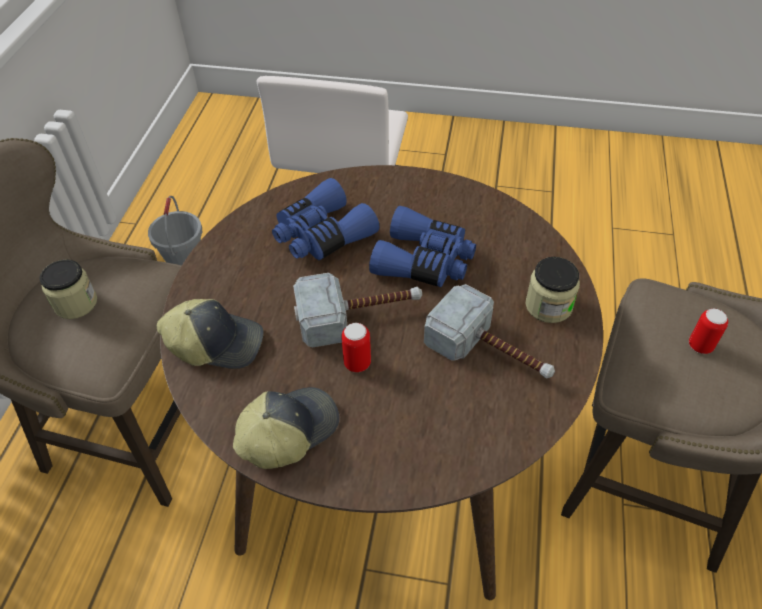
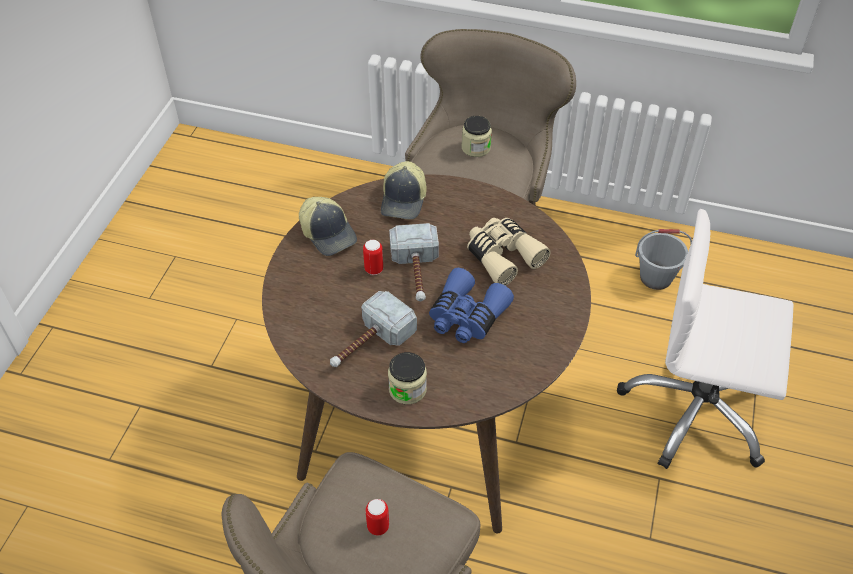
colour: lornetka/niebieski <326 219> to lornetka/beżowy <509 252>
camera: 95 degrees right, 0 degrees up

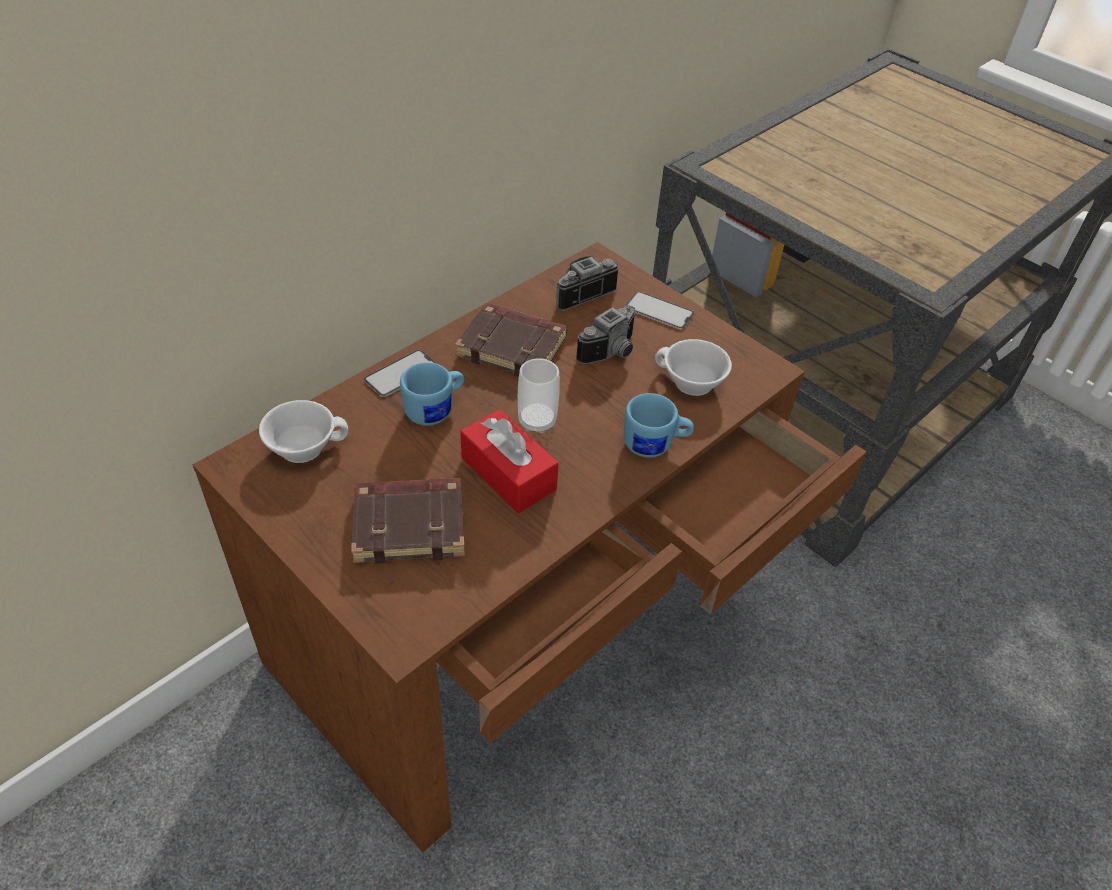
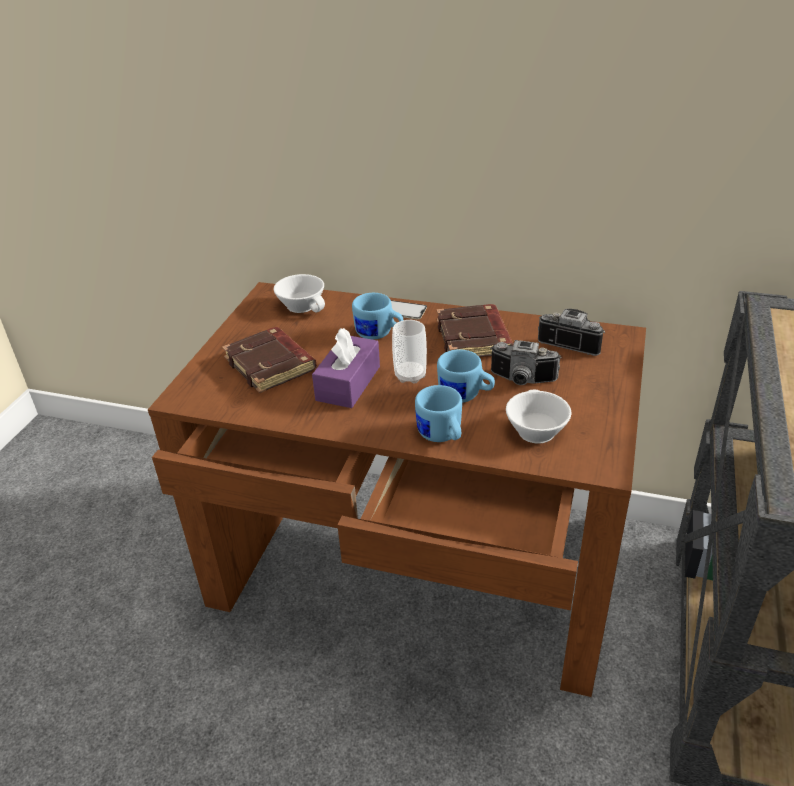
missing: telefon <659 310>
appeared: kubek/niebieski <466 376>
colour: pudełko chusteczek/czerwony <509 461> to pudełko chusteczek/fioletowy <346 368>
camera: 65 degrees right, 10 degrees down

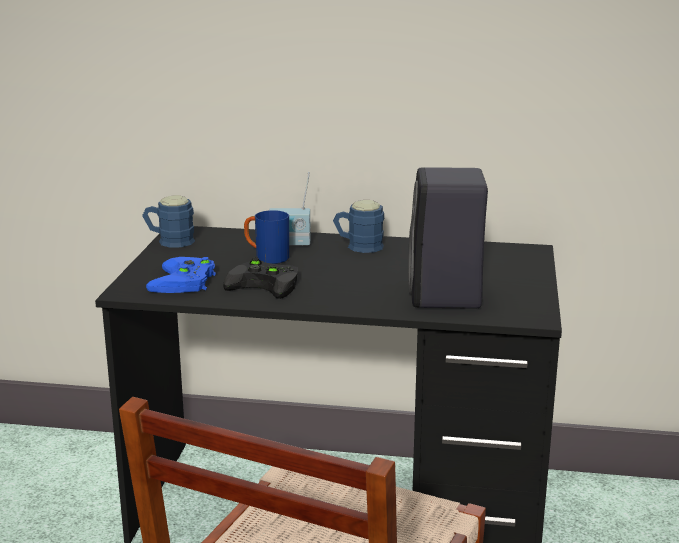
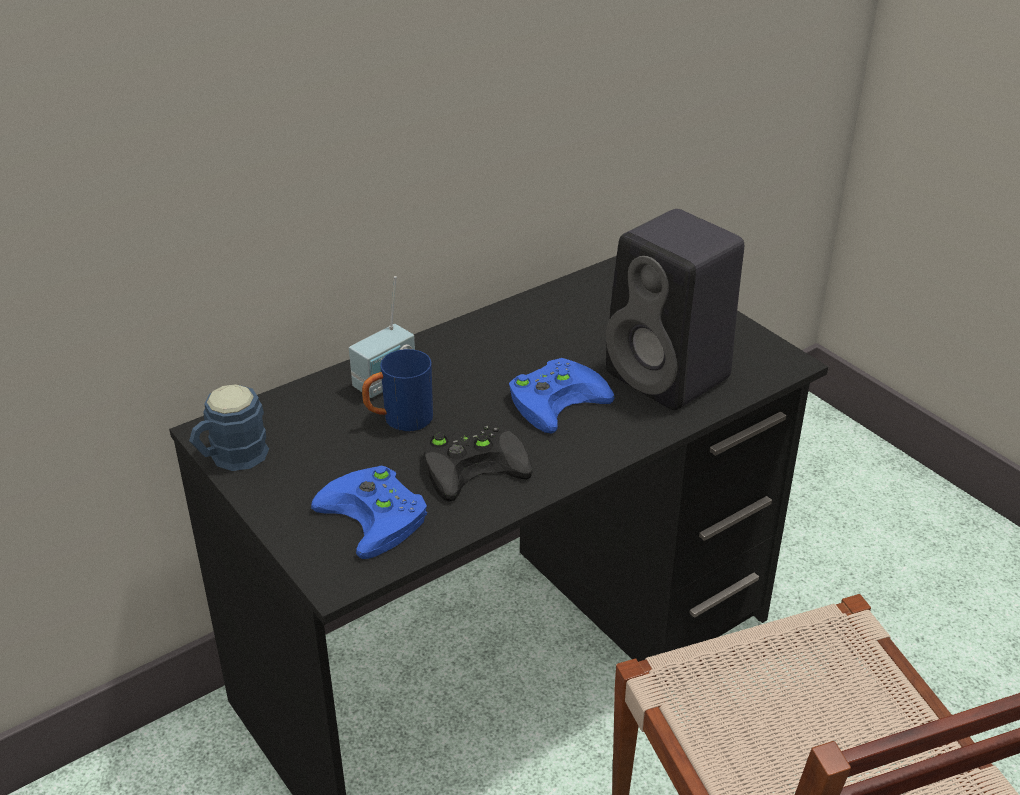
missing: kubek/niebieski <358 226>
appeared: pad do gier/niebieski <562 396>
camera: 45 degrees left, 15 degrees up

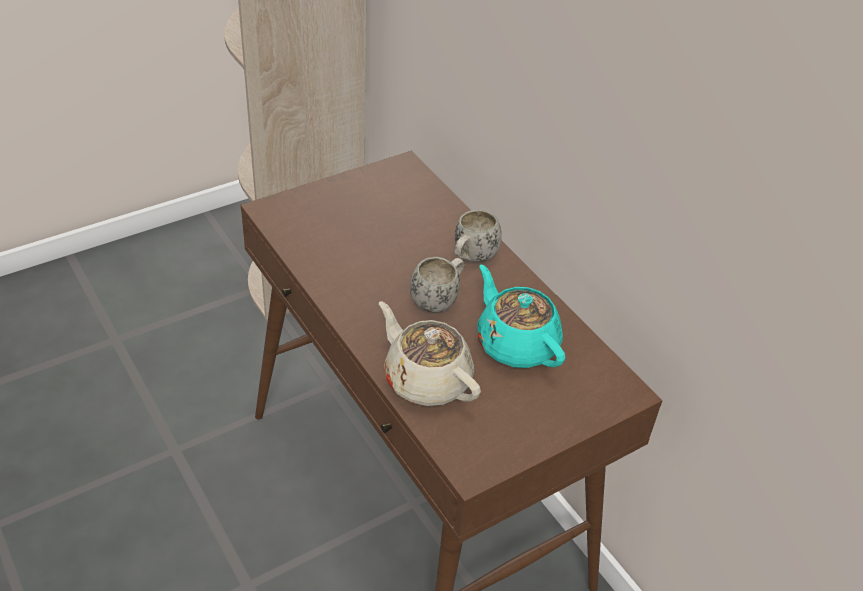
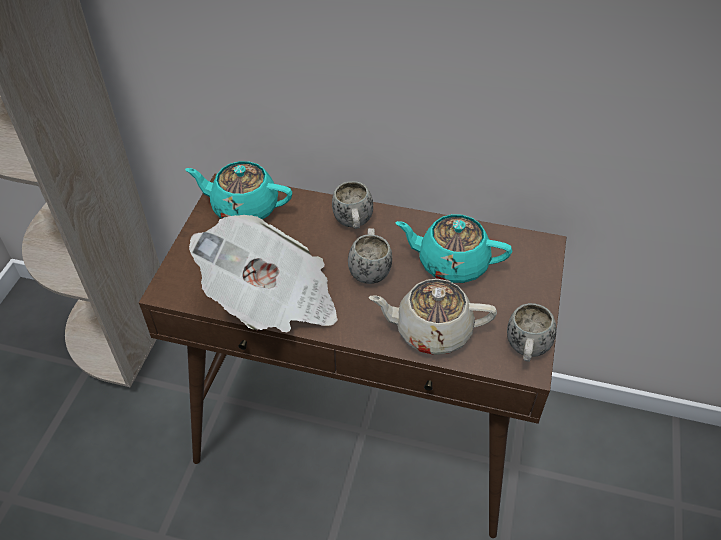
appeared: imbryk/turkusowy <238 190>; gazeta <263 274>; kubek/biały <532 332>
camera: 40 degrees left, 5 degrees up

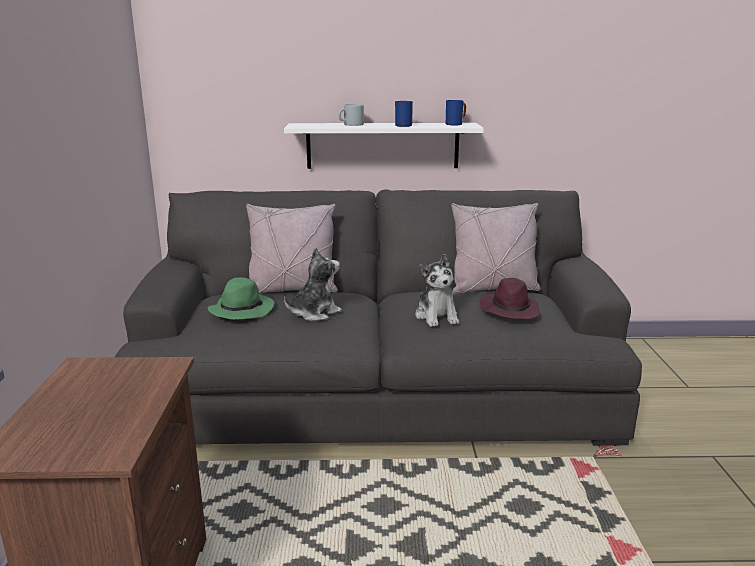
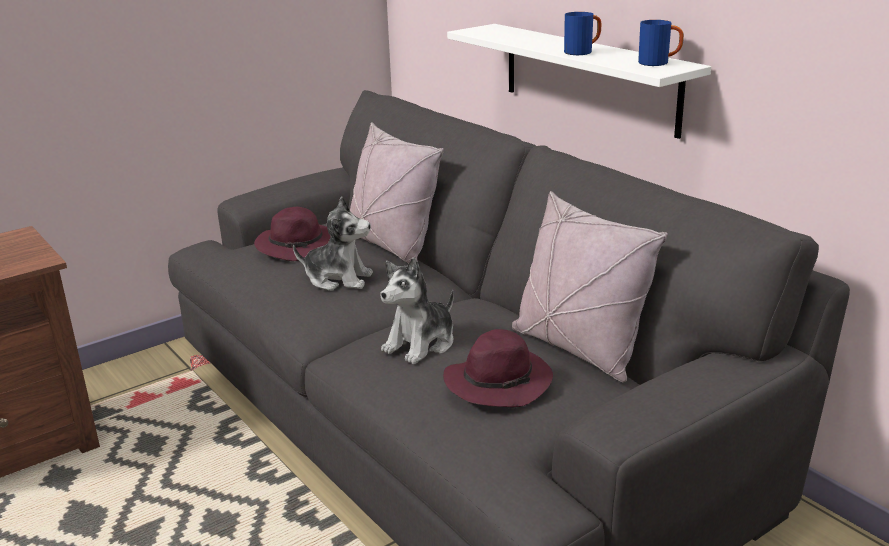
missing: kubek/szary <351 115>
colour: kapelusz/zielony <240 298> to kapelusz/fioletowy <292 233>
camera: 55 degrees right, 5 degrees up

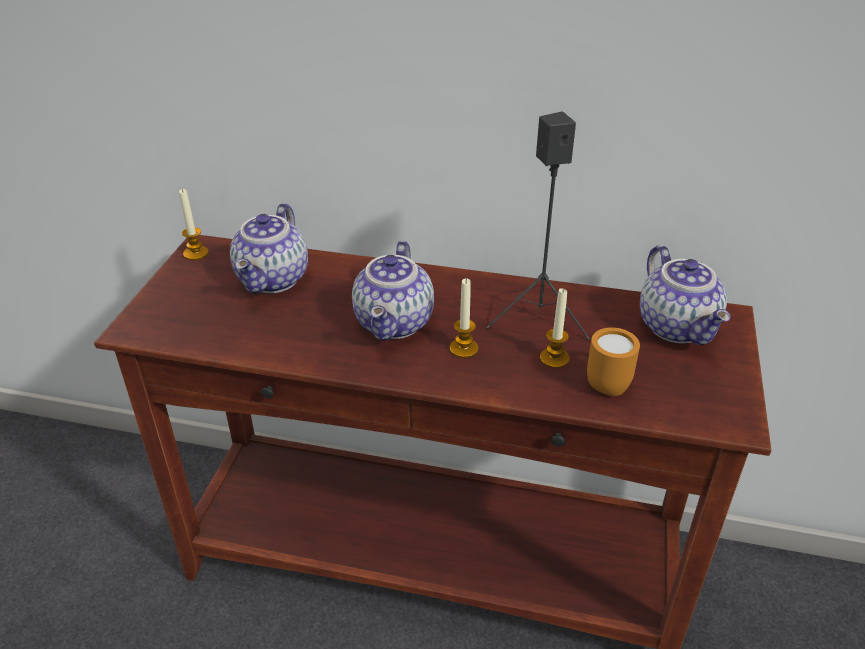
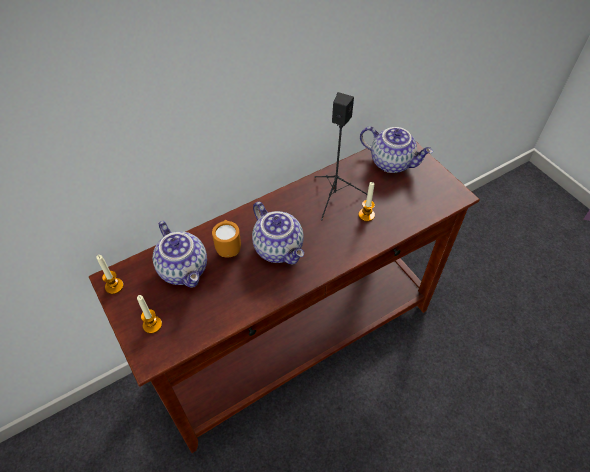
relocated: świeca <464 318> to <149 314>; kubek/pomarańczowy <613 362> to <226 238>
camera: 45 degrees left, 15 degrees up

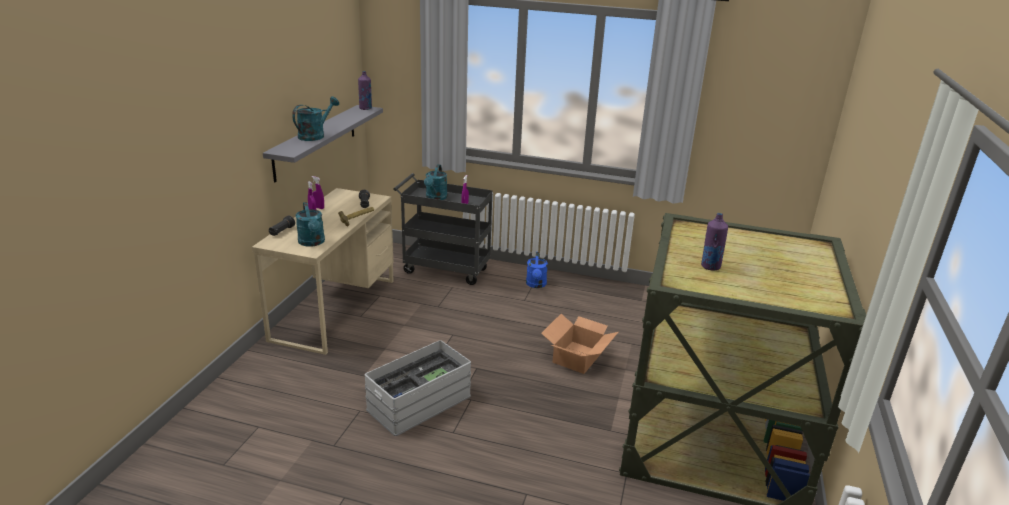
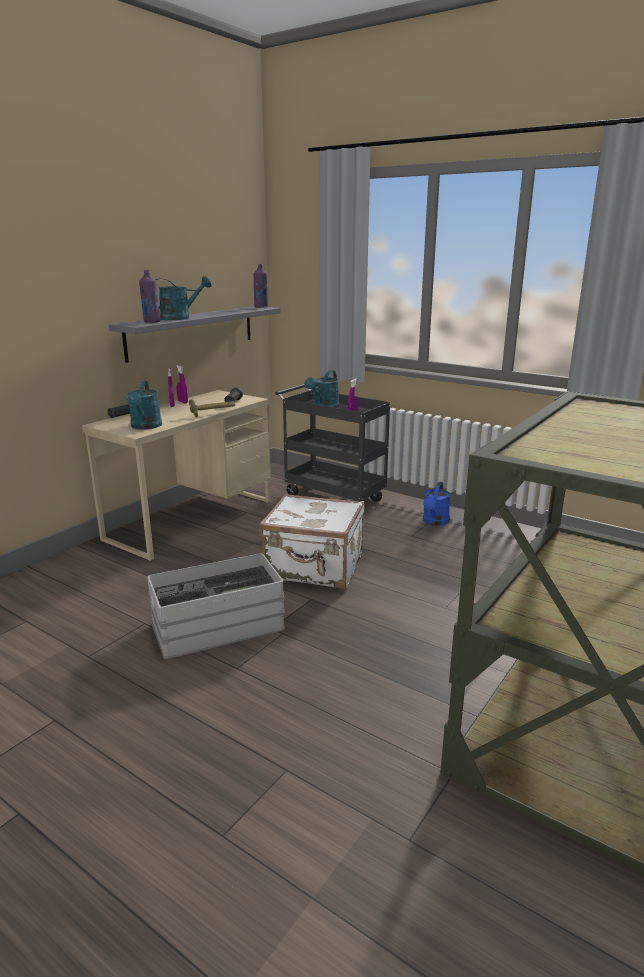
missing: karton <579 344>
appeared: walizka/biały <312 541>
relocated: butelka/fioletowy <714 242> to <150 296>
camera: 20 degrees right, 5 degrees down

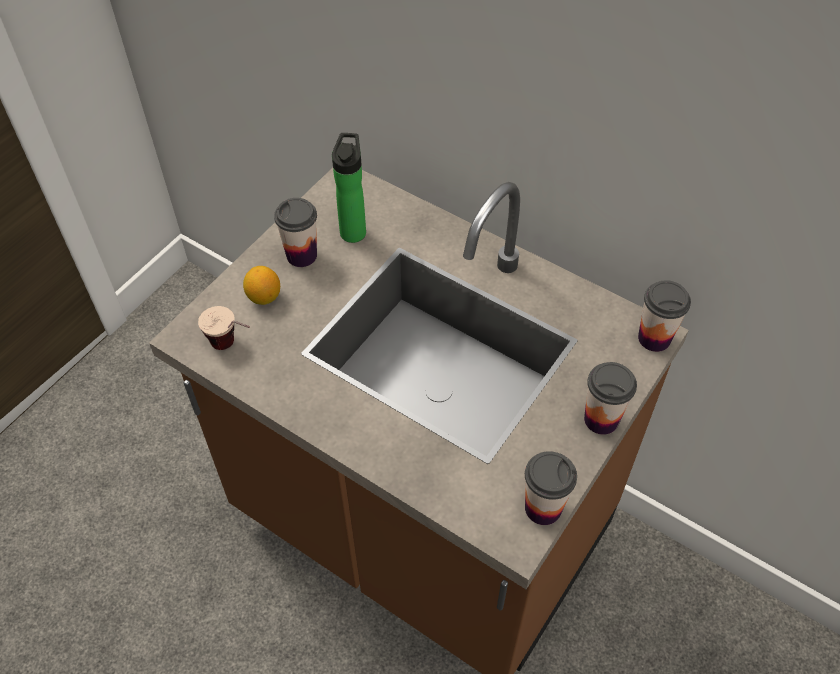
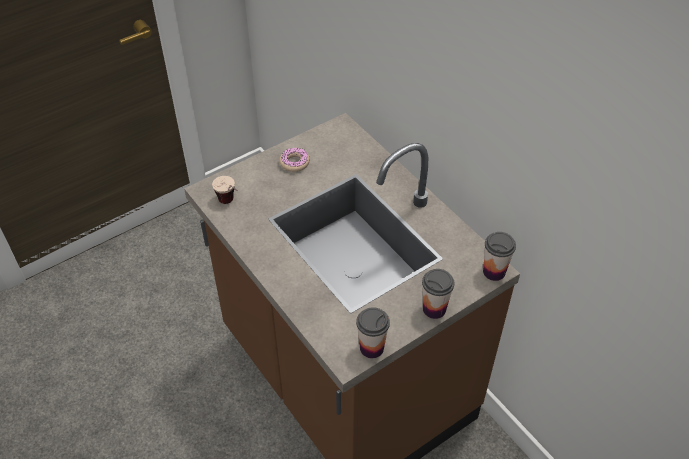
missing: cytryna <261 285>; butelka <349 188>
exchanged: filiżanka <295 232> to donut <295 159>
camera: 20 degrees right, 5 degrees down

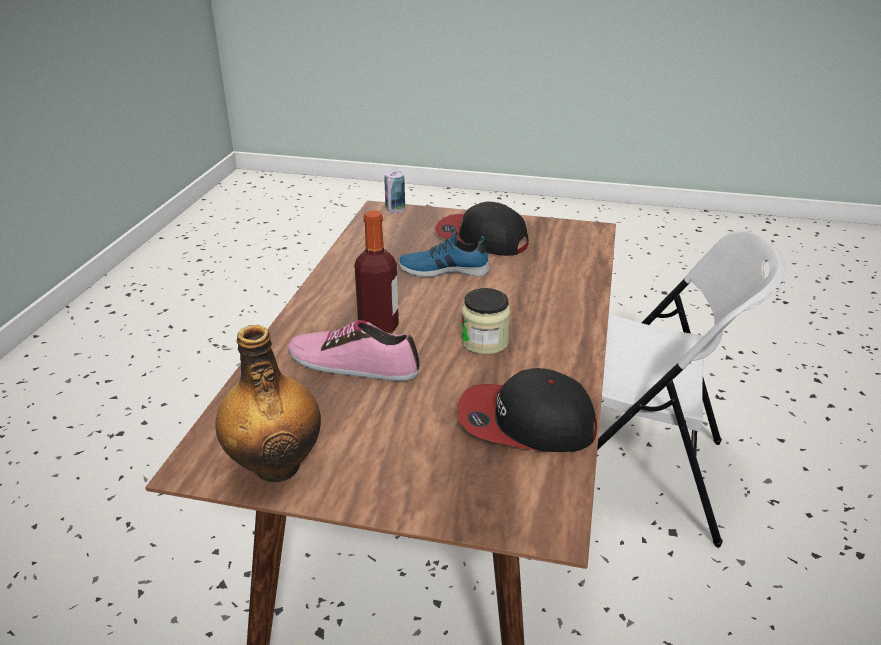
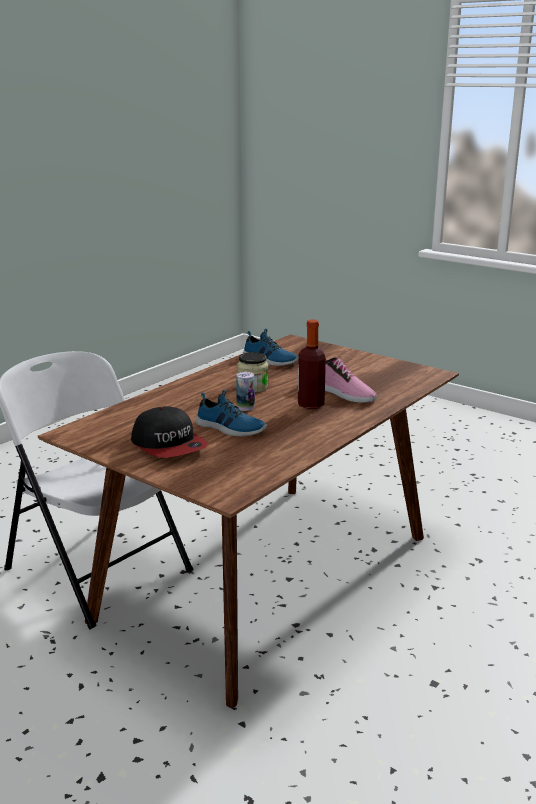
missing: butelka <268 403>
relocated: puszka <394 191> to <245 391>
exchanged: czapka z daszkiem <527 410> to but <270 347>
camera: 155 degrees left, 10 degrees down

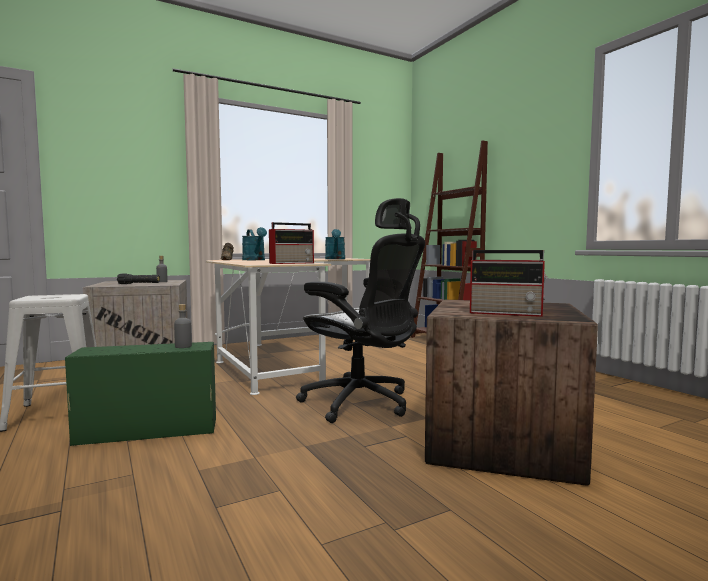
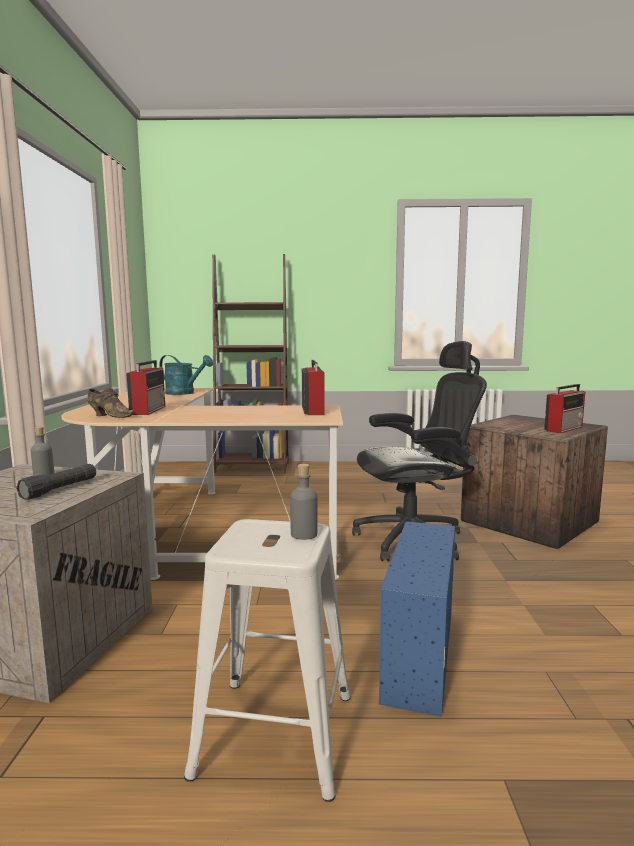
relocated: butelka/szary <183 326> to <304 502>
exchanged: konewka/turkusowy <254 243> to radio <145 387>
colour: pojemnik do przechowywania/zielony <140 394> to pojemnik do przechowywania/niebieski <417 619>
camera: 60 degrees left, 5 degrees up

